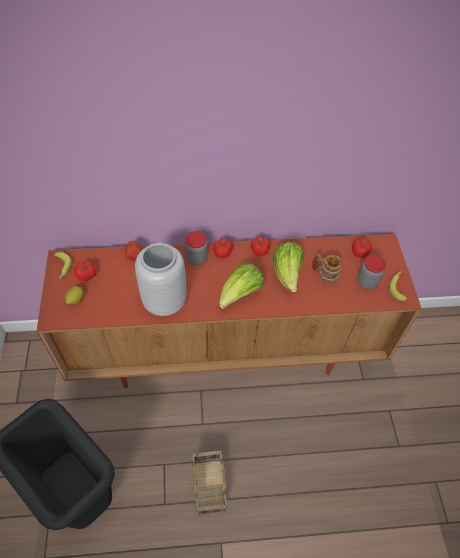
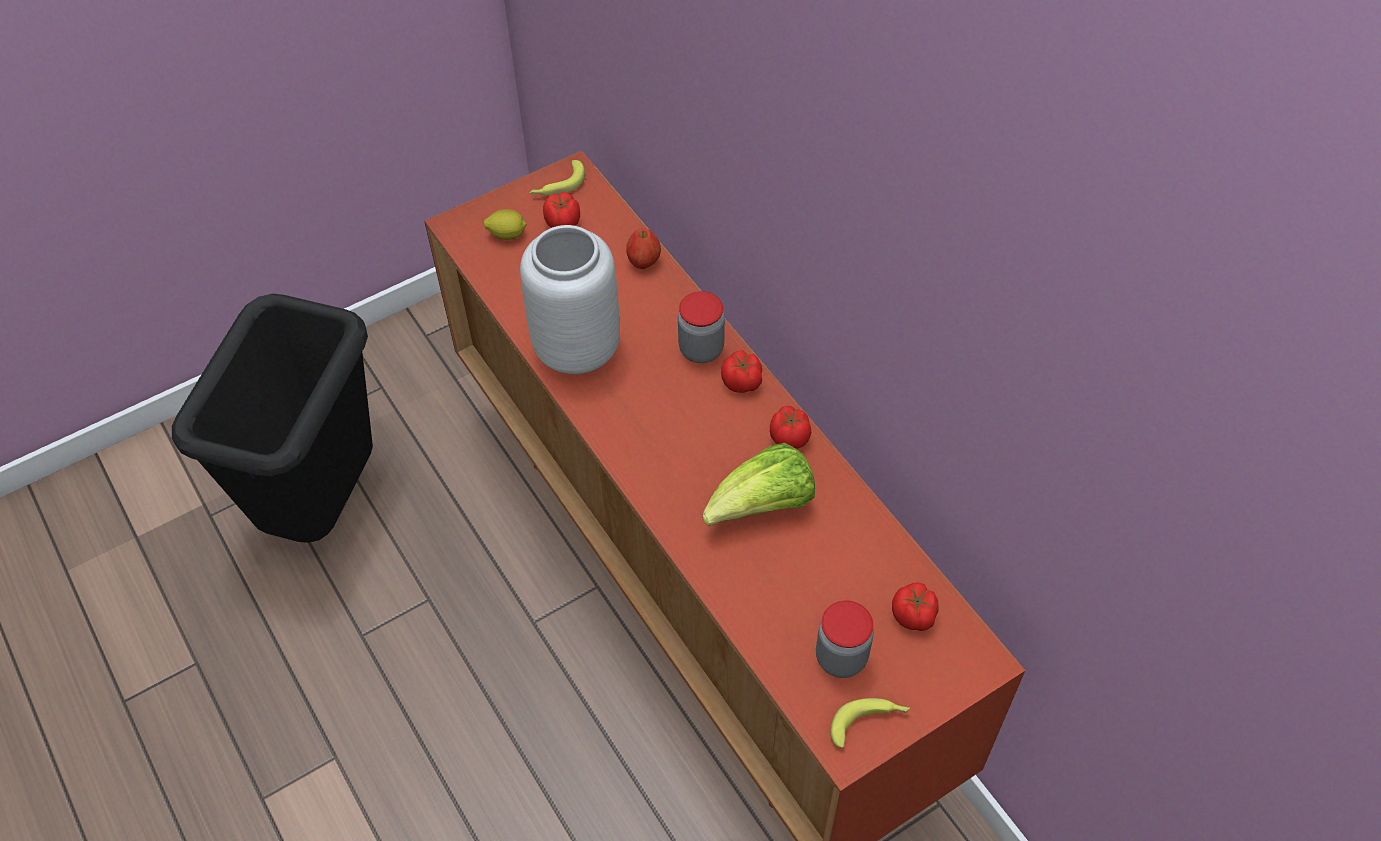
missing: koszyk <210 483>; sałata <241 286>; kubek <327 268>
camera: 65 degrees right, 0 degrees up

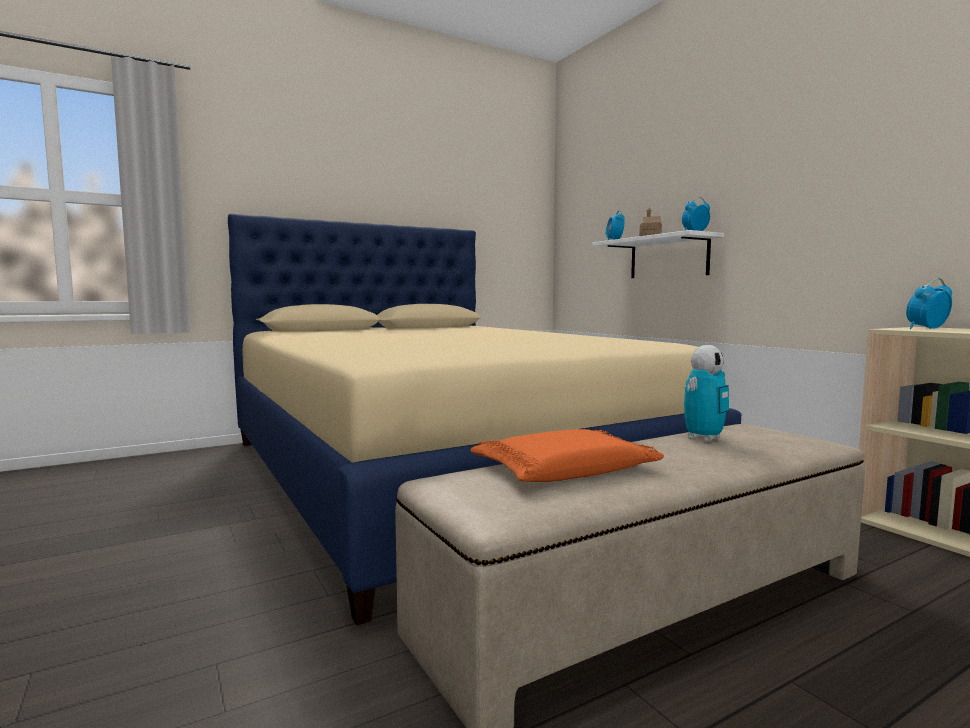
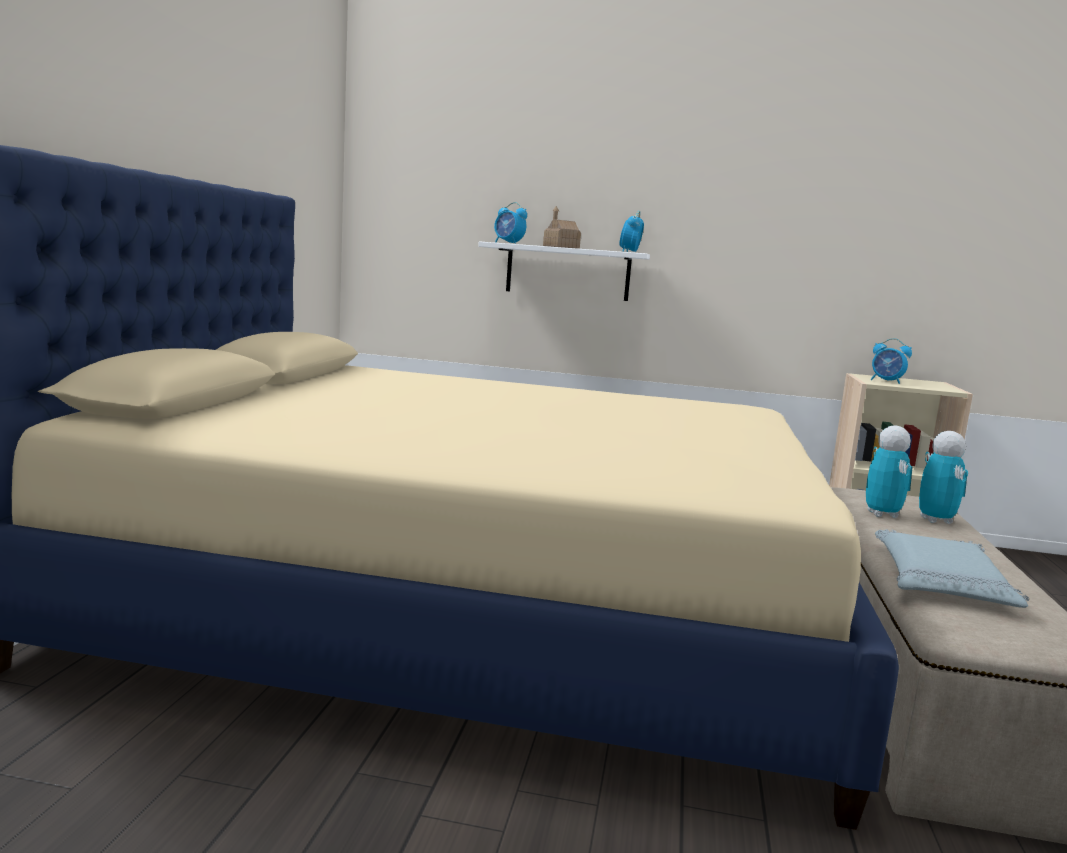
appeared: robot zabawkowy <943 477>
colour: poduszka/pomarańczowy <567 455> to poduszka/niebieski <952 568>
spun: budzik <929 303> = <891 361> 75 degrees counterclockwise
camera: 50 degrees left, 5 degrees up

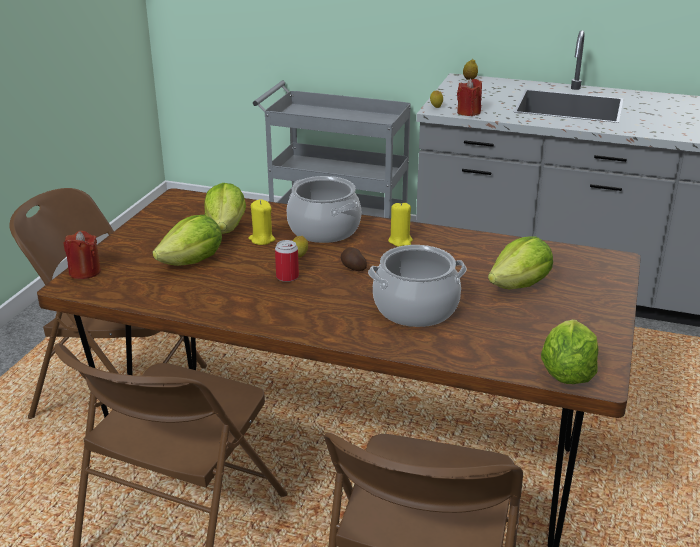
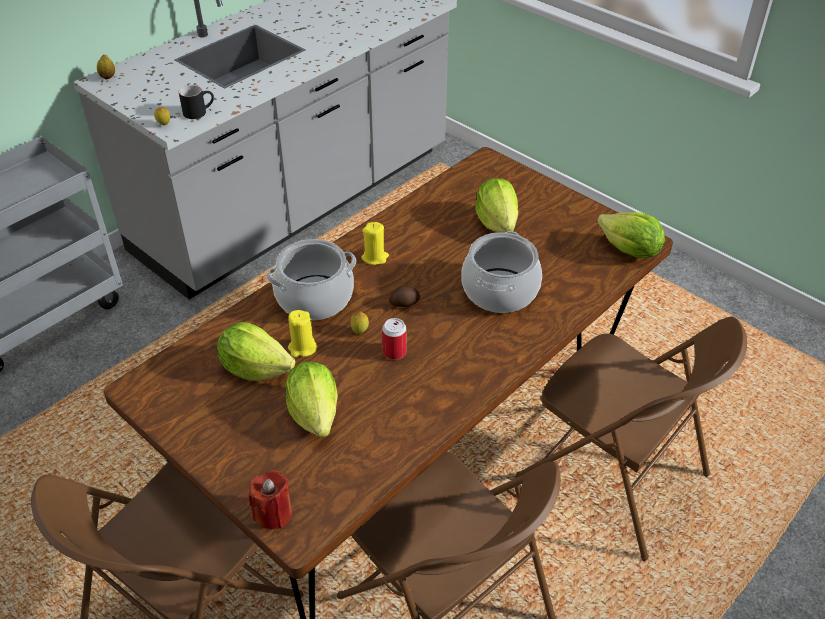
exchanged: świeca/czerwony <469 97> to kubek/czarny <196 102>
camera: 65 degrees left, 15 degrees up

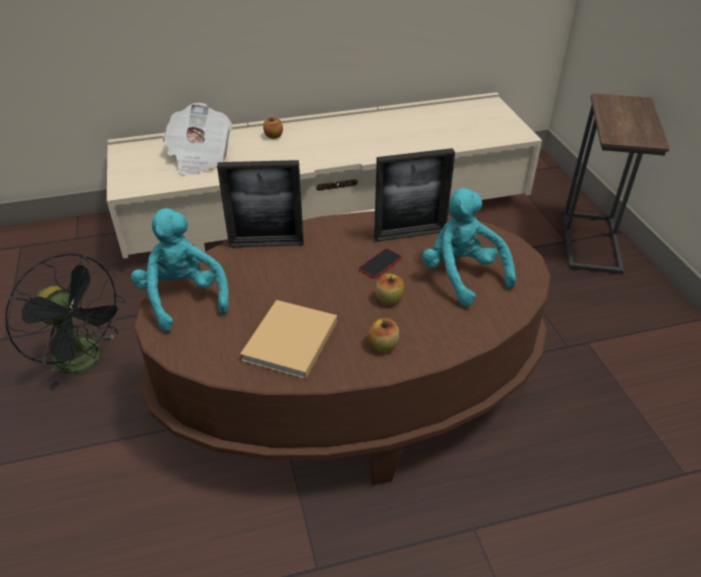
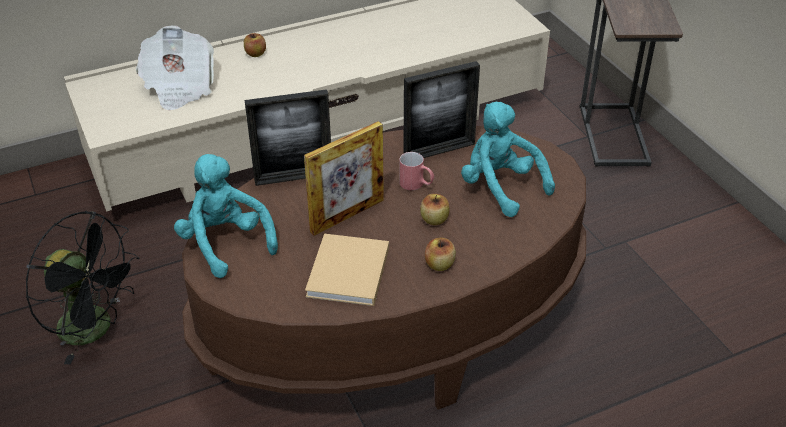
appeared: ramka na zdjęcie <344 178>
exchanged: telefon <380 263> to kubek/czerwony <416 171>
camera: 10 degrees left, 0 degrees up

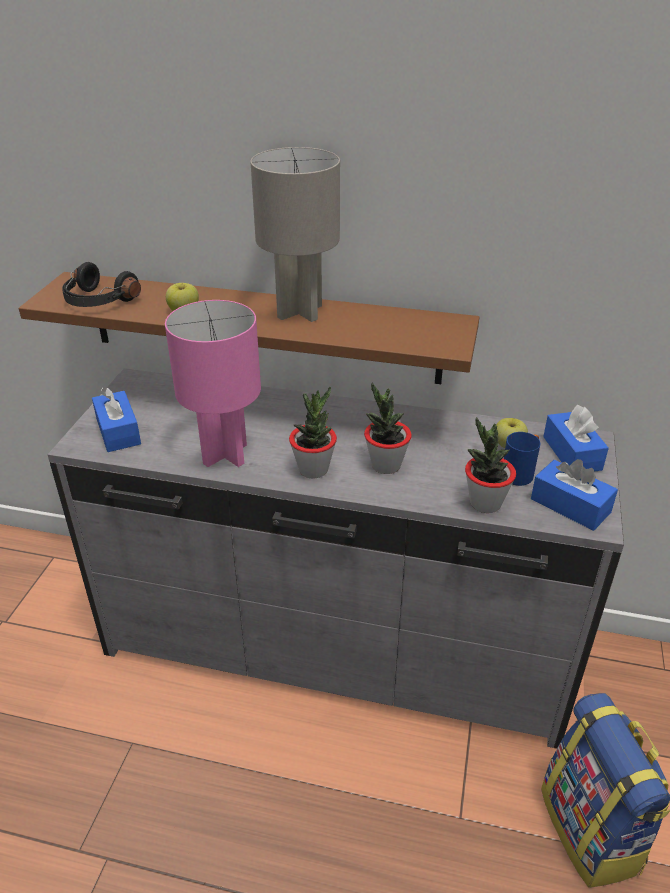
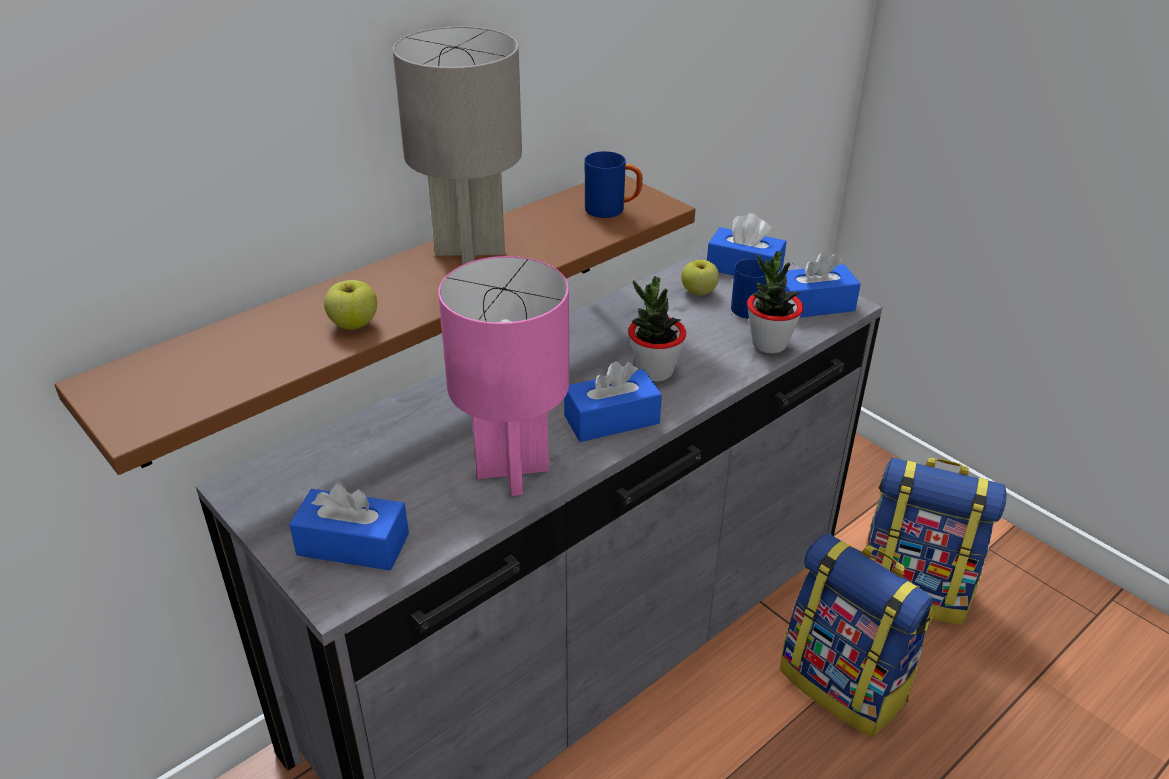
missing: słuchawki/czarny <101 284>
appeared: kubek/niebieski <613 184>; plecak <857 635>
exchanged: roślina doniczkowa <313 433> to pudełko chusteczek/niebieski <613 401>
camera: 55 degrees left, 0 degrees up

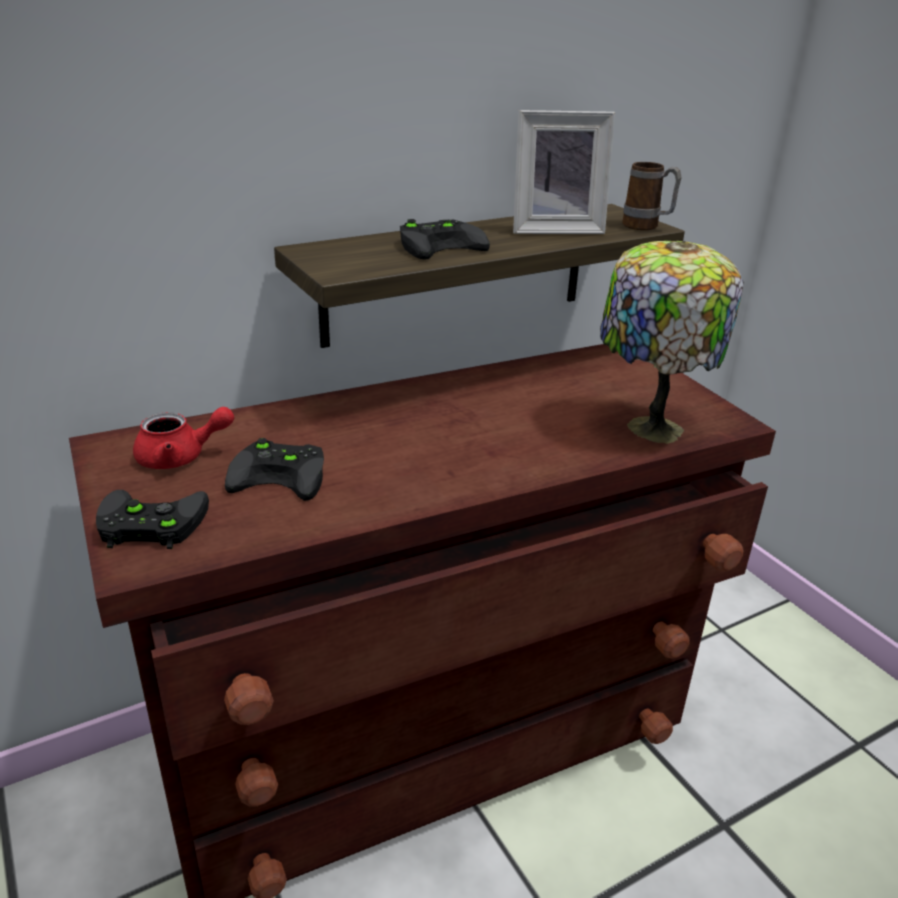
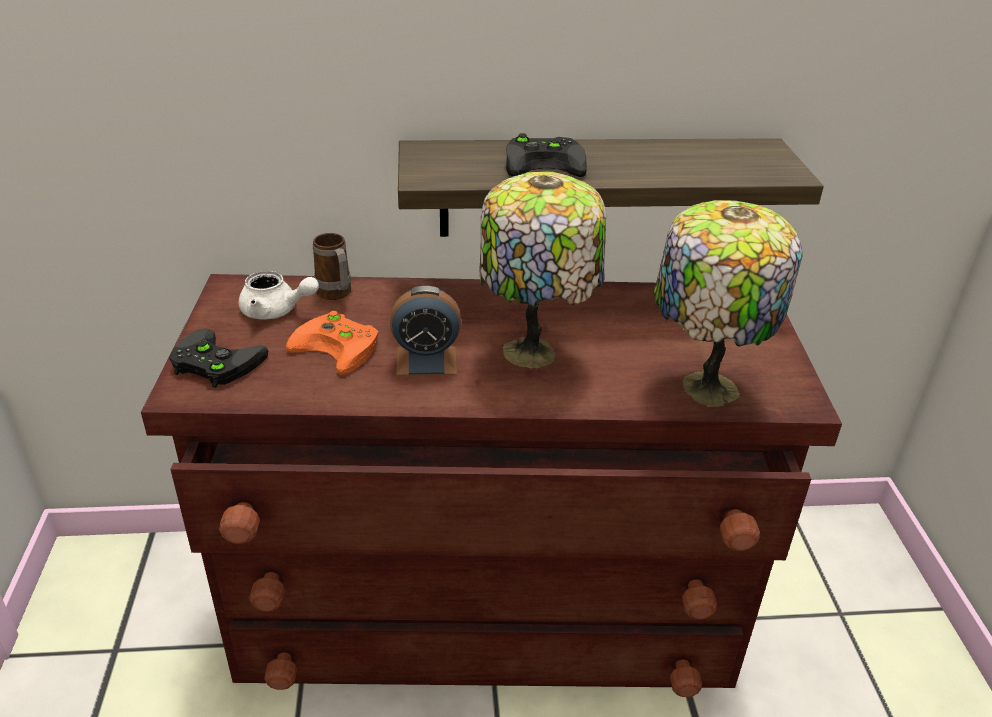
missing: ramka na zdjęcie <564 172>
appeared: budzik <425 331>; lampa stołowa <543 270>
relocated: kubek <651 196> to <332 266>
colour: imbryk/czerwony <183 438> to imbryk/biały <279 295>; pad do gier/czarny <274 469> to pad do gier/pomarańczowy <332 343>
camera: 25 degrees right, 5 degrees up

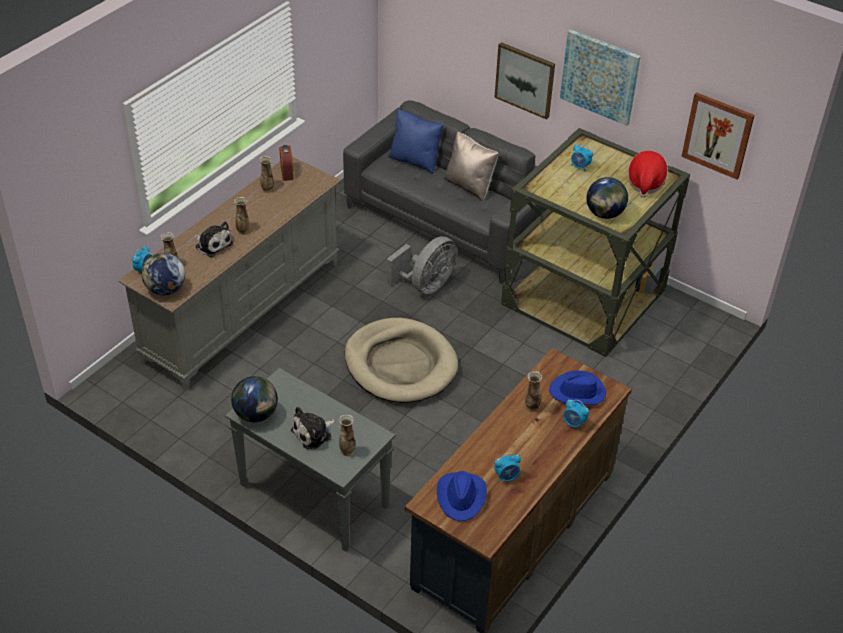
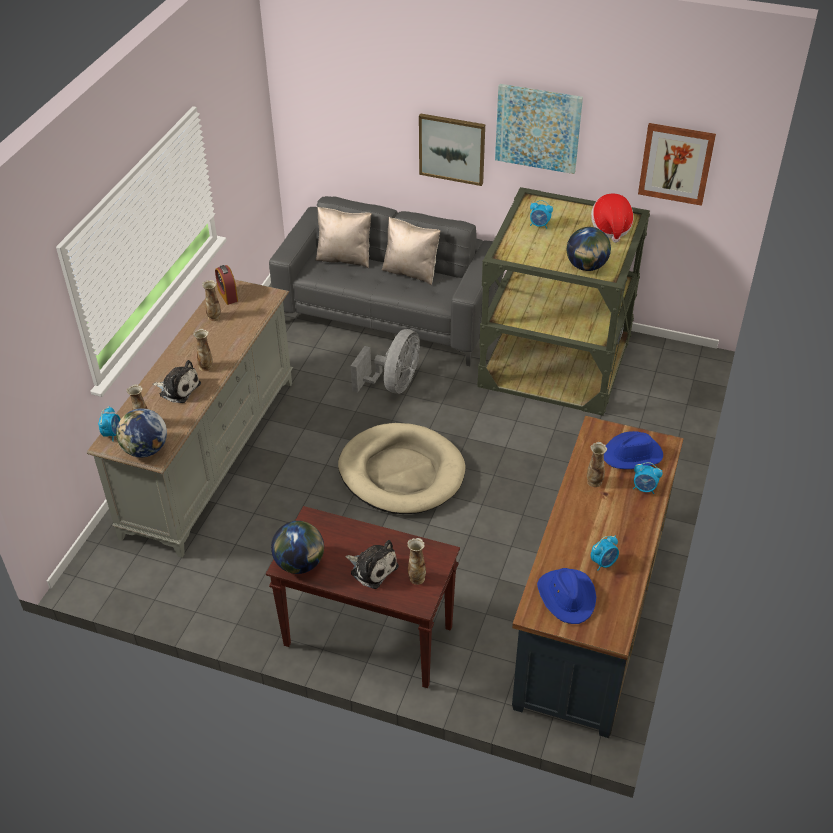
colour: stolik konsolowy/szary <310 460> to stolik konsolowy/brązowy <363 597>; poduszka/niebieski <415 141> to poduszka/beżowy <343 237>
spun: pluszak <313 428> = <372 564> 90 degrees counterclockwise
camera: 15 degrees left, 0 degrees up

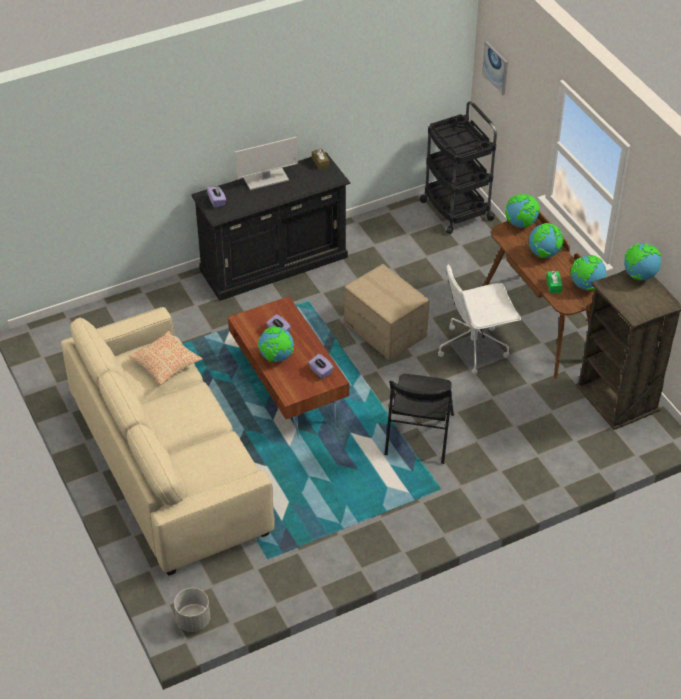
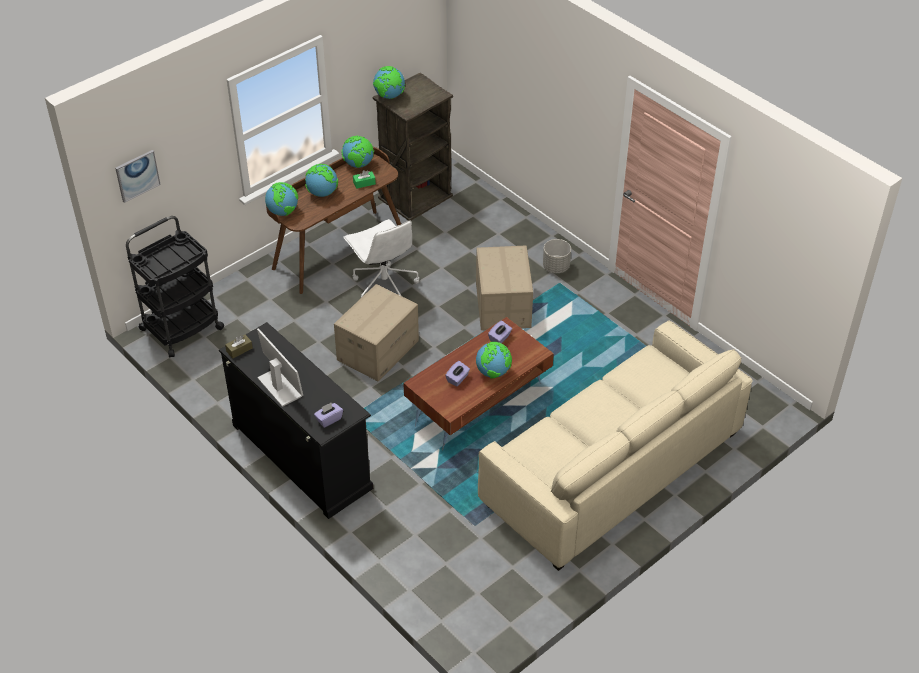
missing: poduszka/beżowy <165 358>
relocated: donica/szary <192 610> to <557 256>
exchanged: krzesło/czarny <419 419> to karton <504 287>
camera: 105 degrees left, 0 degrees up

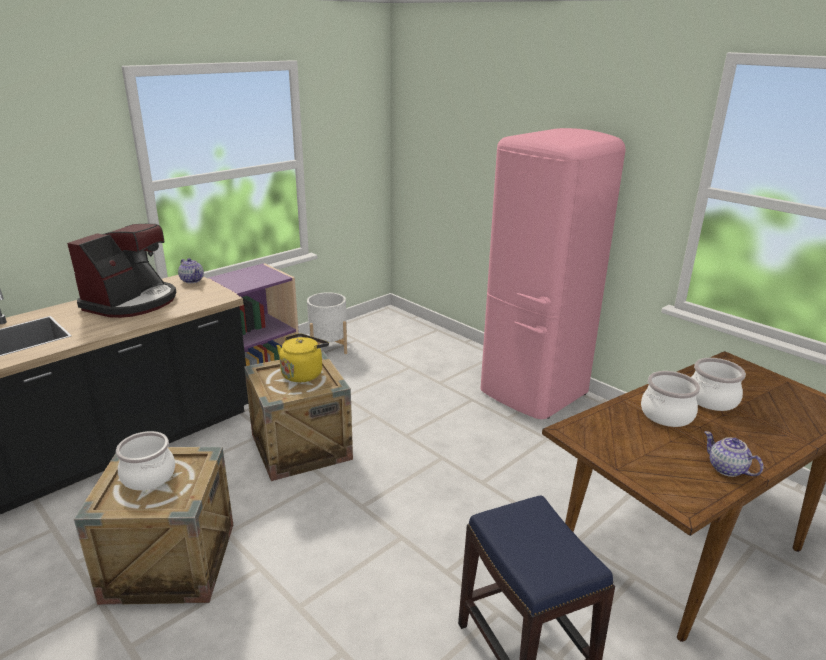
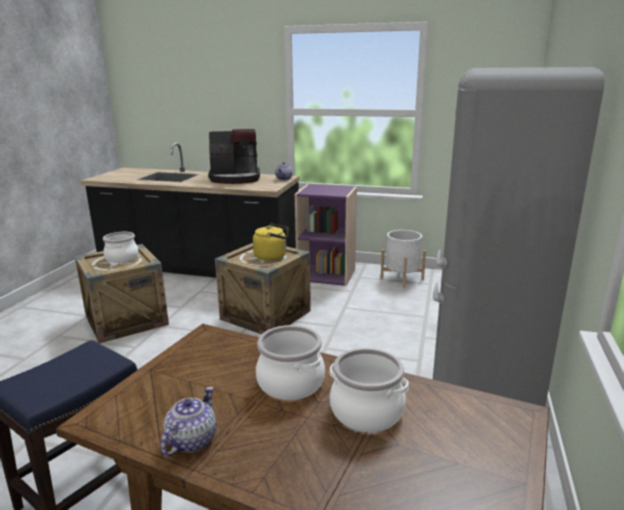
colour: lodówka/różowy <553 273> to lodówka/szary <518 237>
camera: 60 degrees right, 5 degrees down

